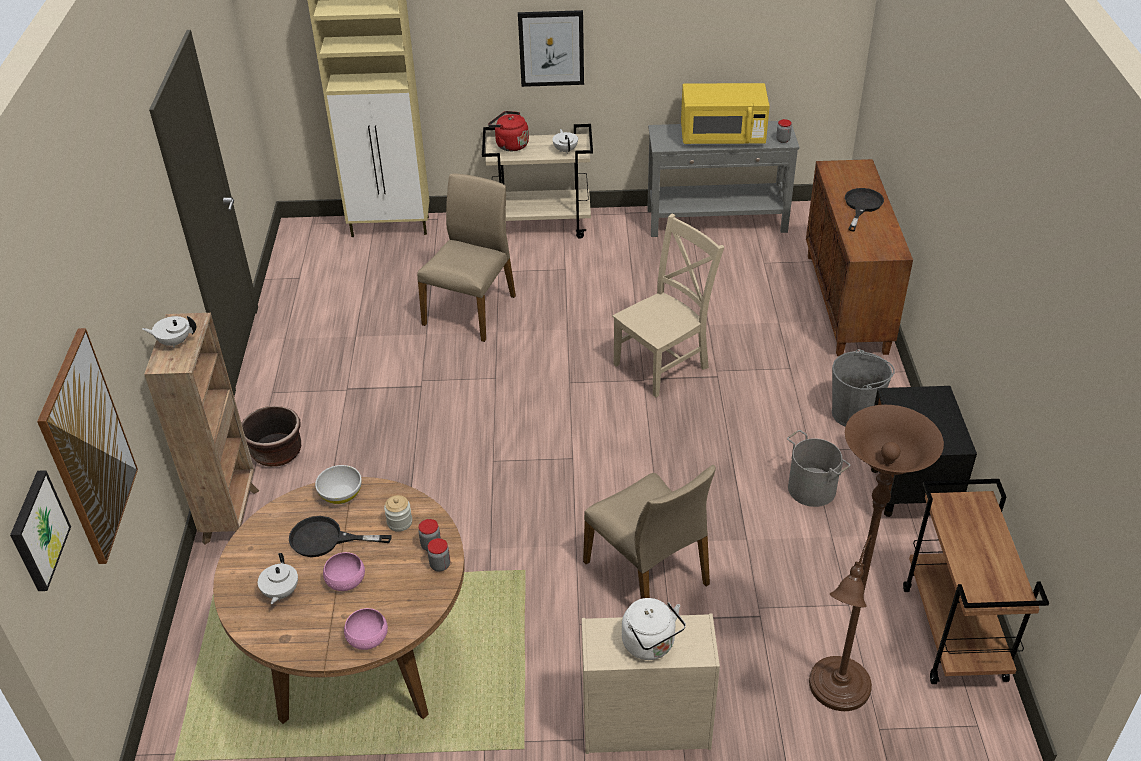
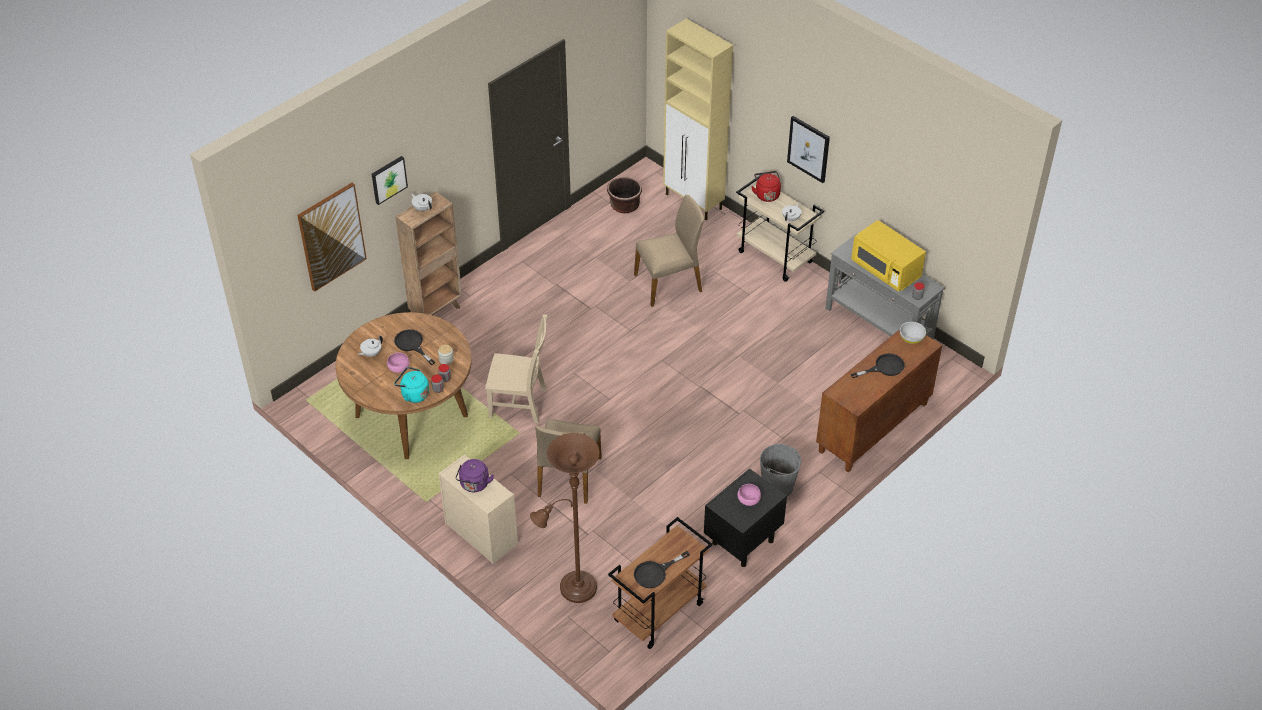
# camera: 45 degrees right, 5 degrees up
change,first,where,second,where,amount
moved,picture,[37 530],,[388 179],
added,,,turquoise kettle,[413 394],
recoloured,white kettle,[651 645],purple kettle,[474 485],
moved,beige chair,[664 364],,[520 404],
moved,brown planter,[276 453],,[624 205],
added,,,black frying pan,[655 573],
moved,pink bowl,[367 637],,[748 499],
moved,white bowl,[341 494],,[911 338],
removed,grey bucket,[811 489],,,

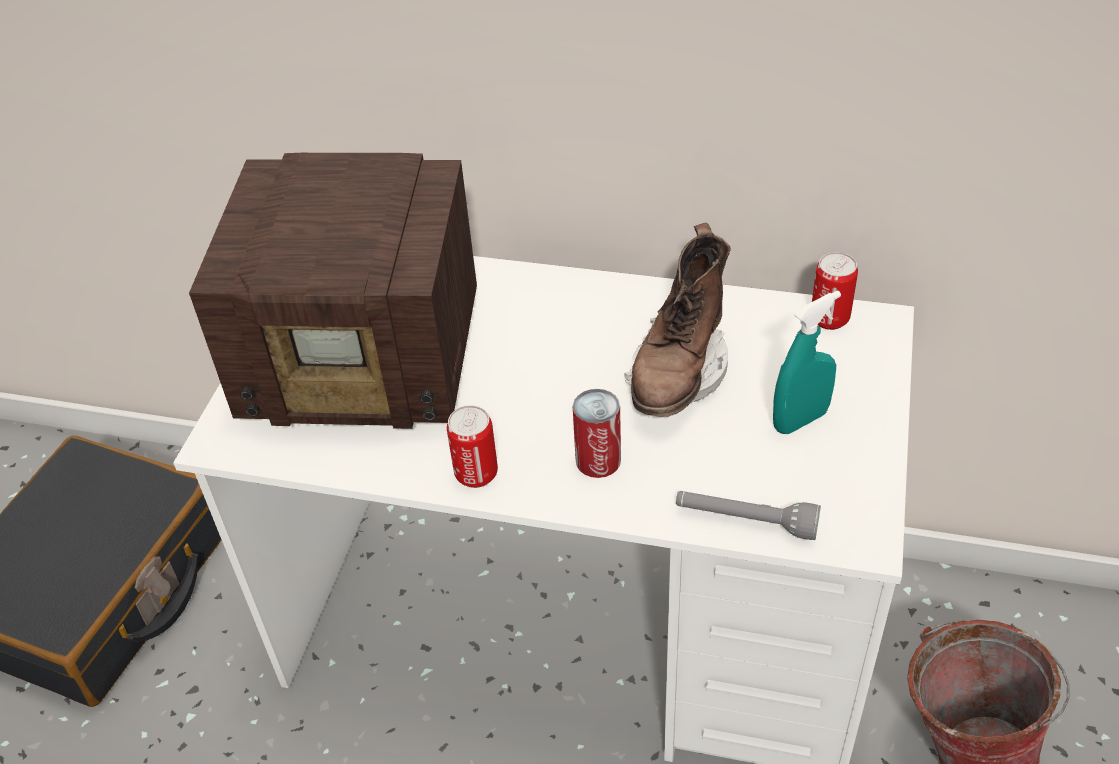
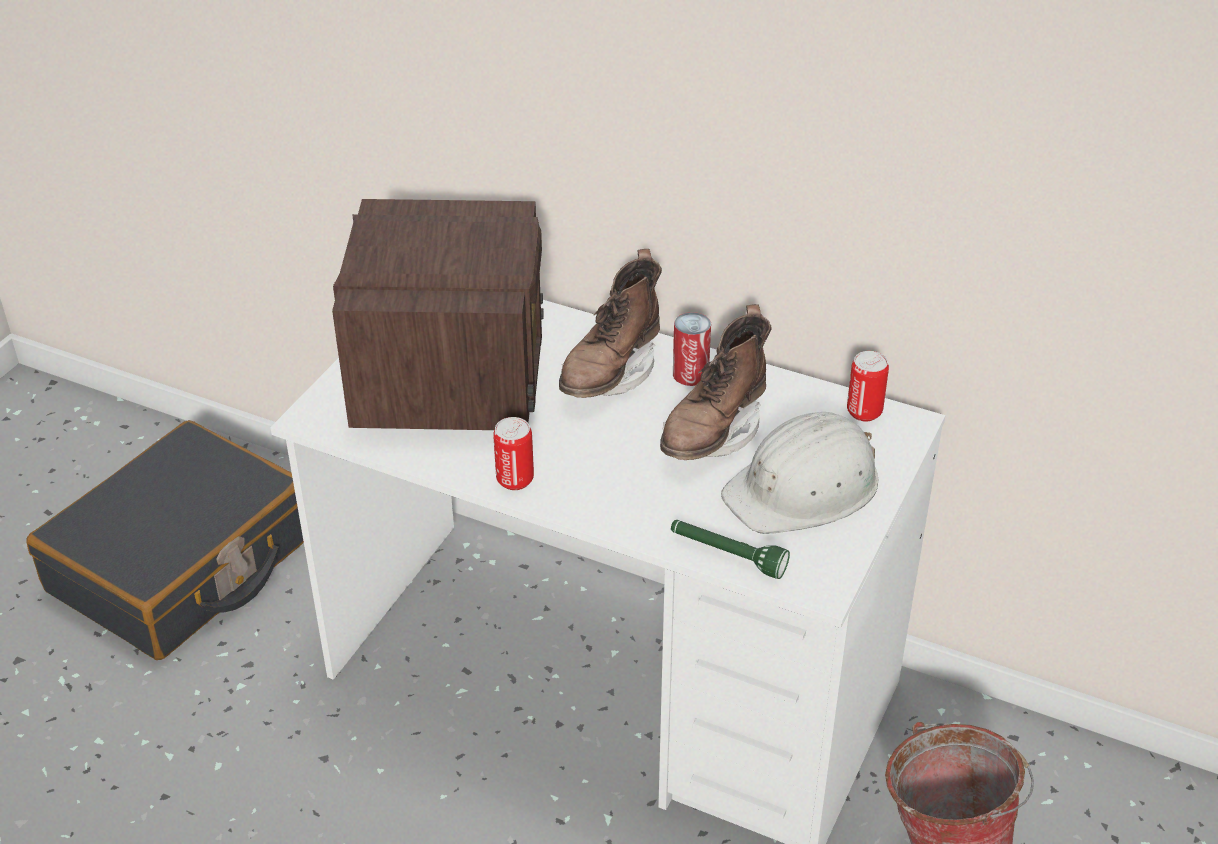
# camera: 10 degrees right, 5 degrees down
change,first,where,second,where,amount
turned,radio,[368 362],,[451 377],105 degrees counterclockwise
added,,,brown boot,[610 373],
recoloured,grey flashlight,[745 521],green flashlight,[727 555],
moved,can,[598 460],,[690 374],
replaced,turquoise spray bottle,[800 420],white hard hat,[804 488],

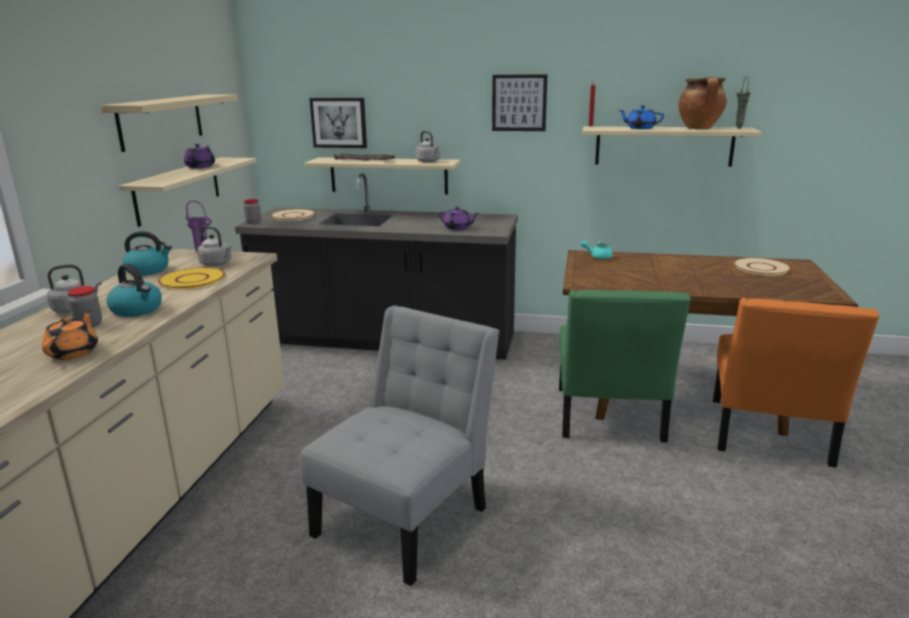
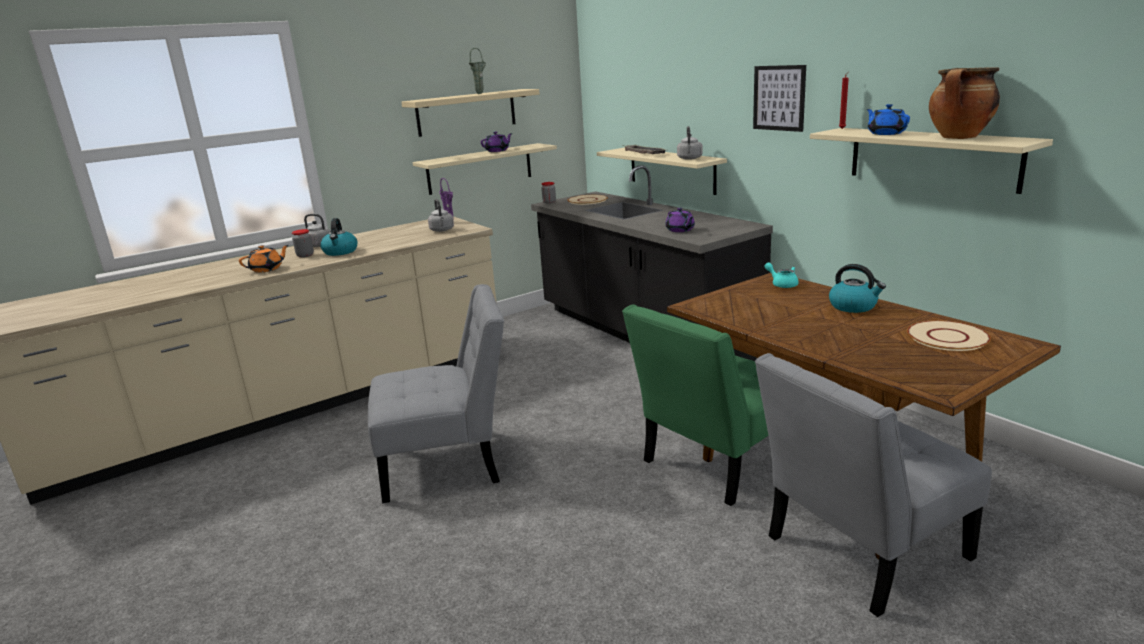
# camera: 45 degrees right, 0 degrees up
change,first,where,second,where,amount
moved,green vase,[738 128],,[480 93],
recoloured,orange chair,[769 436],grey chair,[859 552],
moved,kettle,[148 270],,[853 306],
removed,yellow plate,[192 279],,,
removed,picture,[339 122],,,

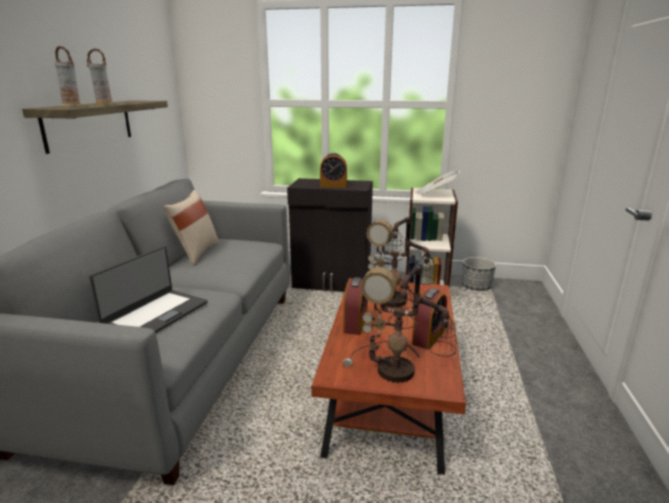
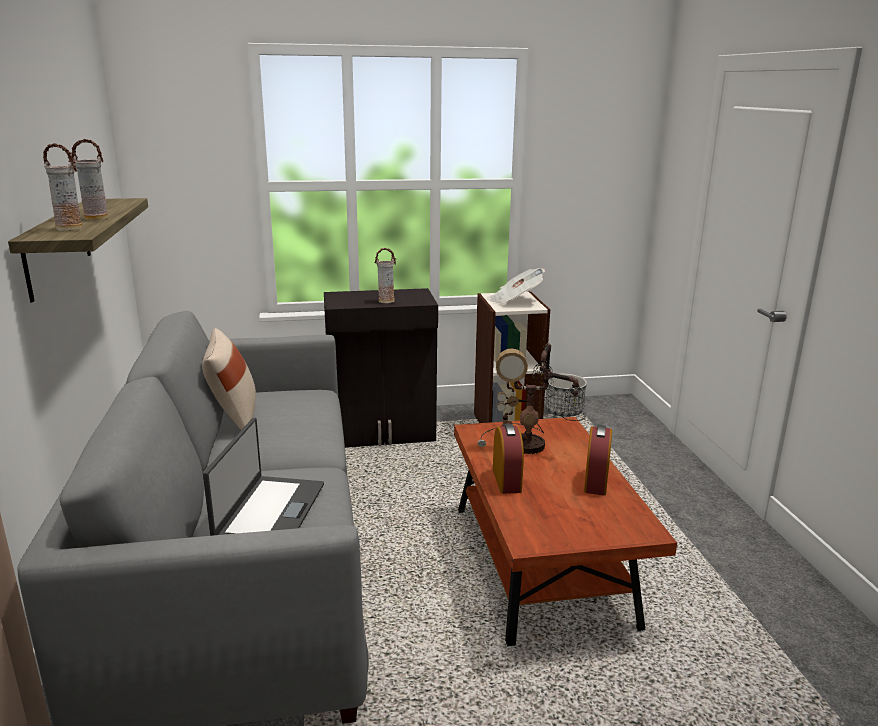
# camera: 20 degrees left, 0 degrees up
change,first,where,second,where,amount
replaced,alarm clock,[333 186],vase,[386 301],
removed,table lamp,[397 373],,,

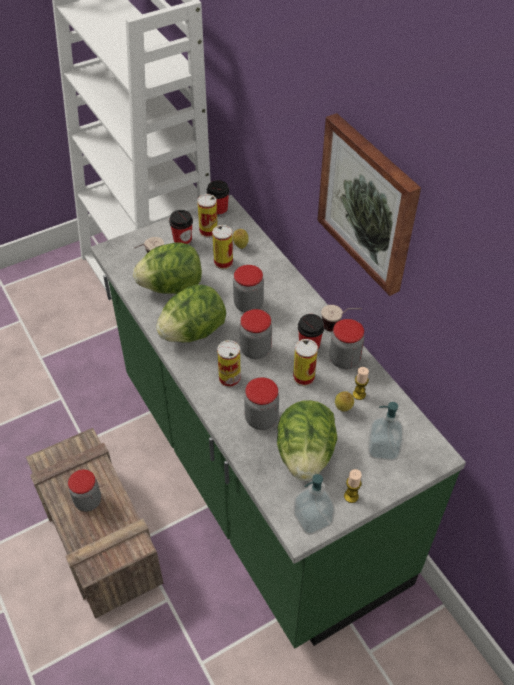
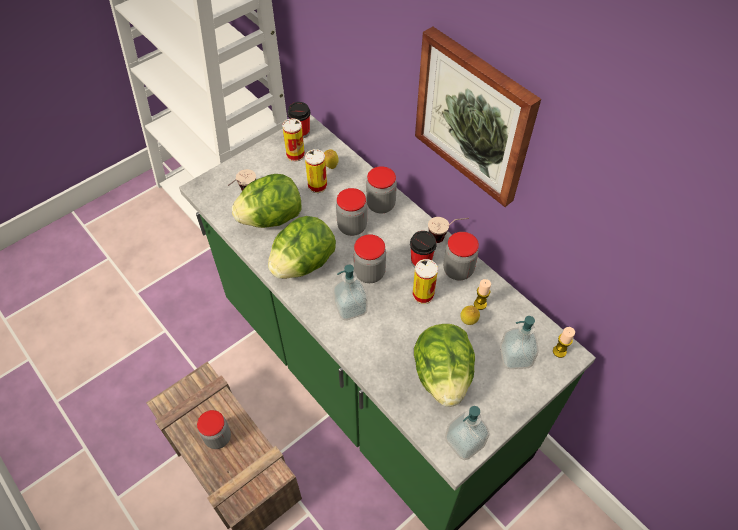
# camera: 10 degrees left, 5 degrees up
change,first,where,second,where,amount
replaced,can,[229 379],soap dispenser,[350 307],
moved,jar,[261 419],,[381 205],
moved,candle,[351 496],,[559 351],
removed,cup,[182 241],,,

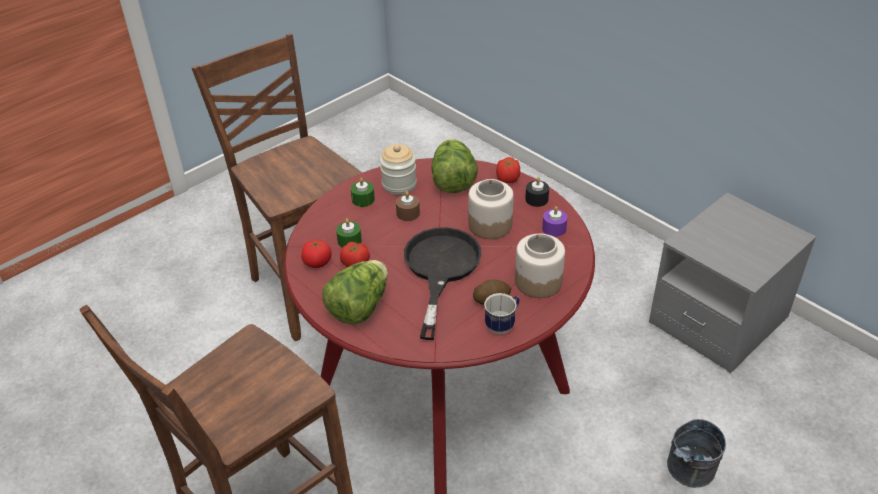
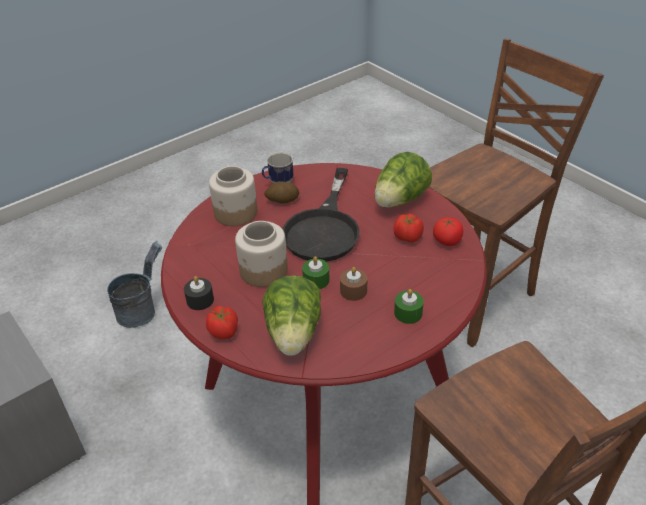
# camera: 175 degrees left, 0 degrees up
change,first,where,second,where,amount
moved,green candle,[349 241],,[316 280],
removed,jar,[399 184],,,
removed,purple candle,[554 228],,,

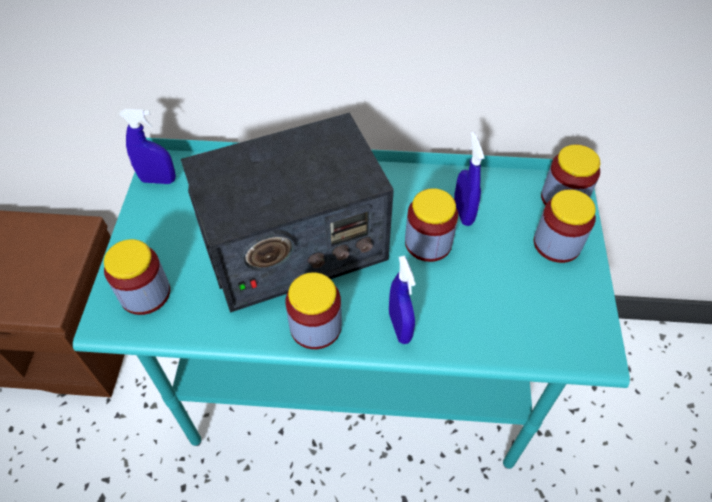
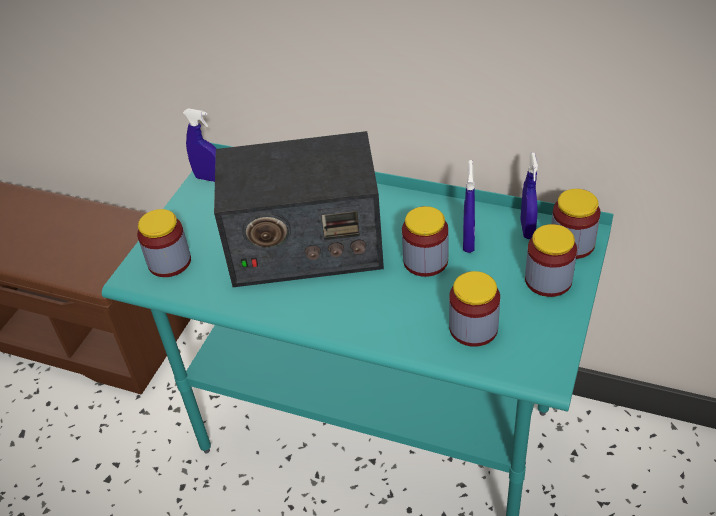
# camera: 20 degrees right, 10 degrees down
change,first,where,second,where,amount
moved,jar,[315 326],,[473 328],
moved,blue spray bottle,[399 327],,[527 229],

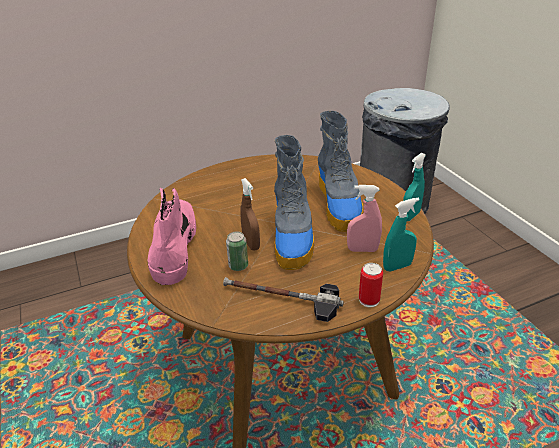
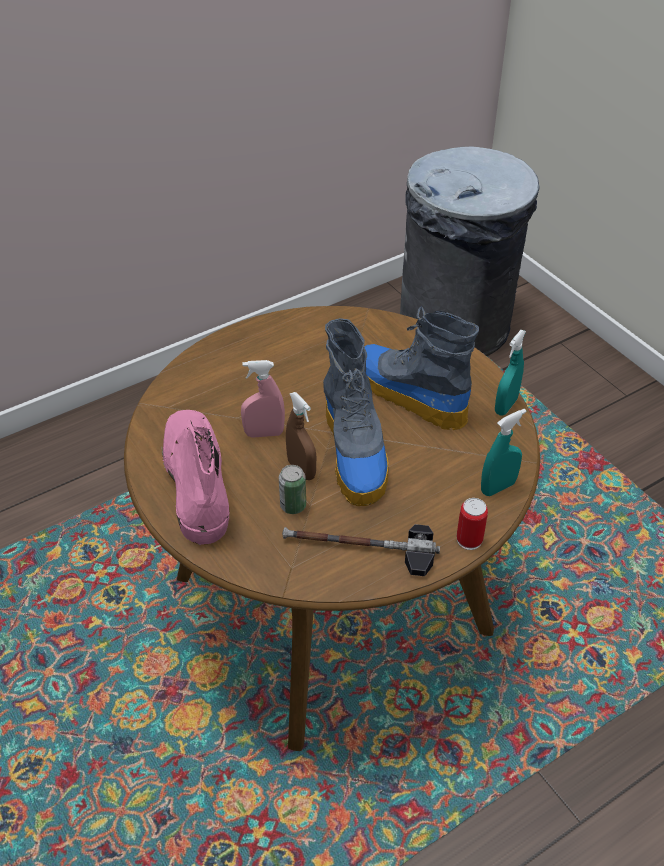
# camera: 10 degrees left, 10 degrees up
change,first,where,second,where,amount
moved,pink spray bottle,[362 250],,[264 433],
turned,boot,[339 205],,[408 394],150 degrees clockwise

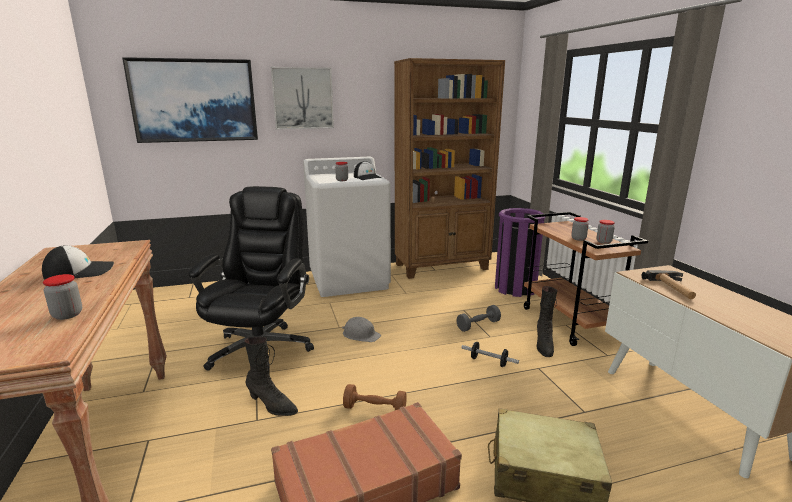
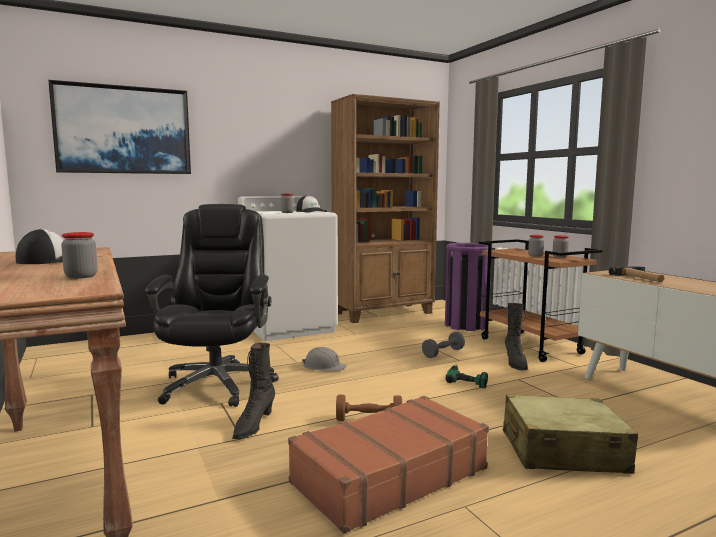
# camera: 10 degrees left, 10 degrees down
change,first,where,second,where,amount
turned,black boot,[272 405],,[253 426],90 degrees clockwise
replaced,dumbbell,[488 362],power drill,[467 378],
removed,picture,[303 98],,,

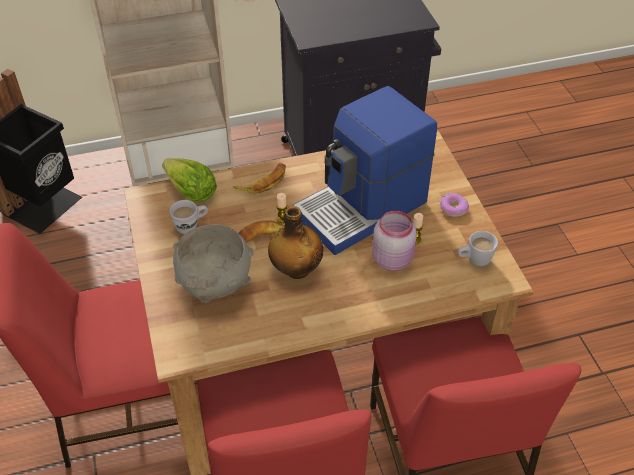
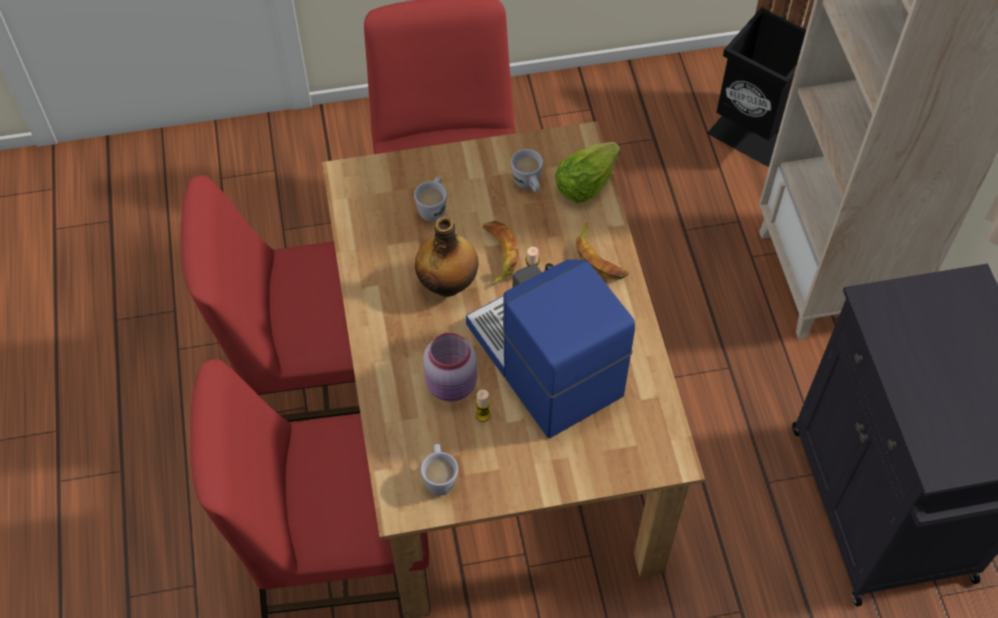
# camera: 95 degrees right, 10 degrees up
change,first,where,second,where,amount
replaced,grey bowl,[215 286],white mug,[433 208],
removed,donut,[453 208],,,

